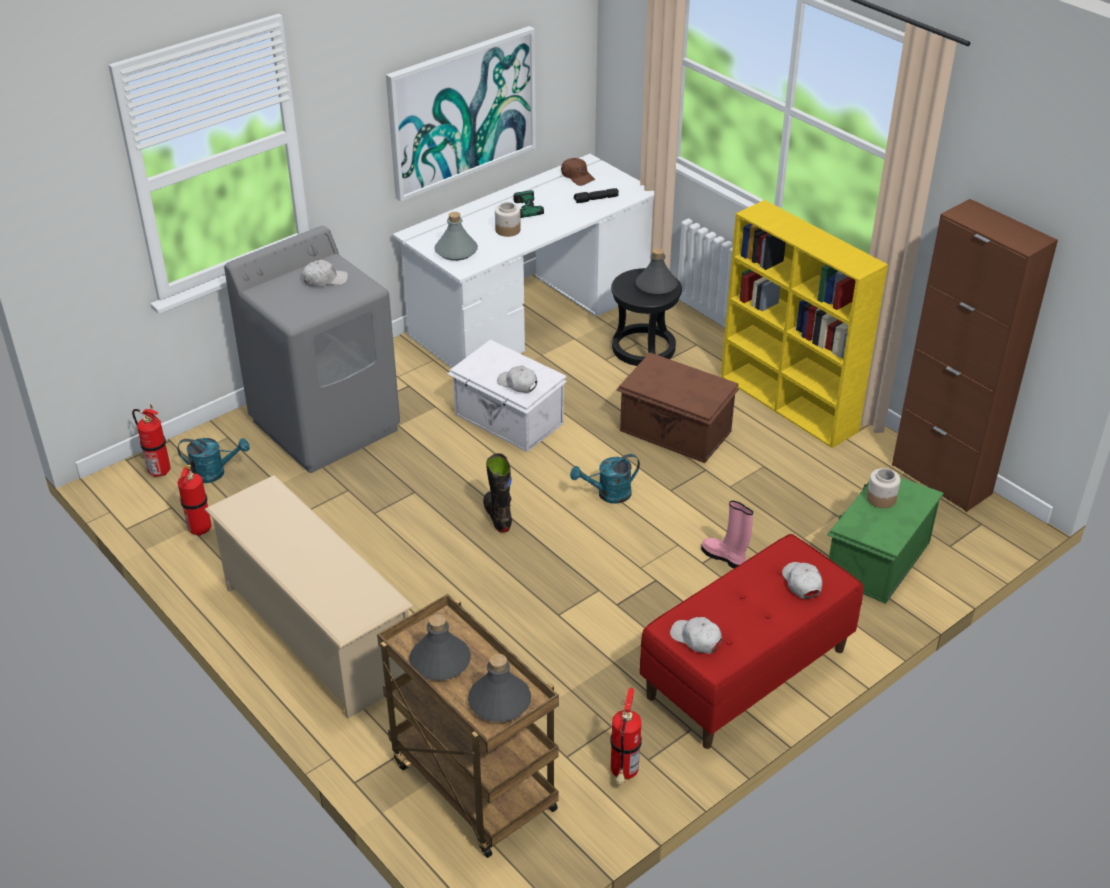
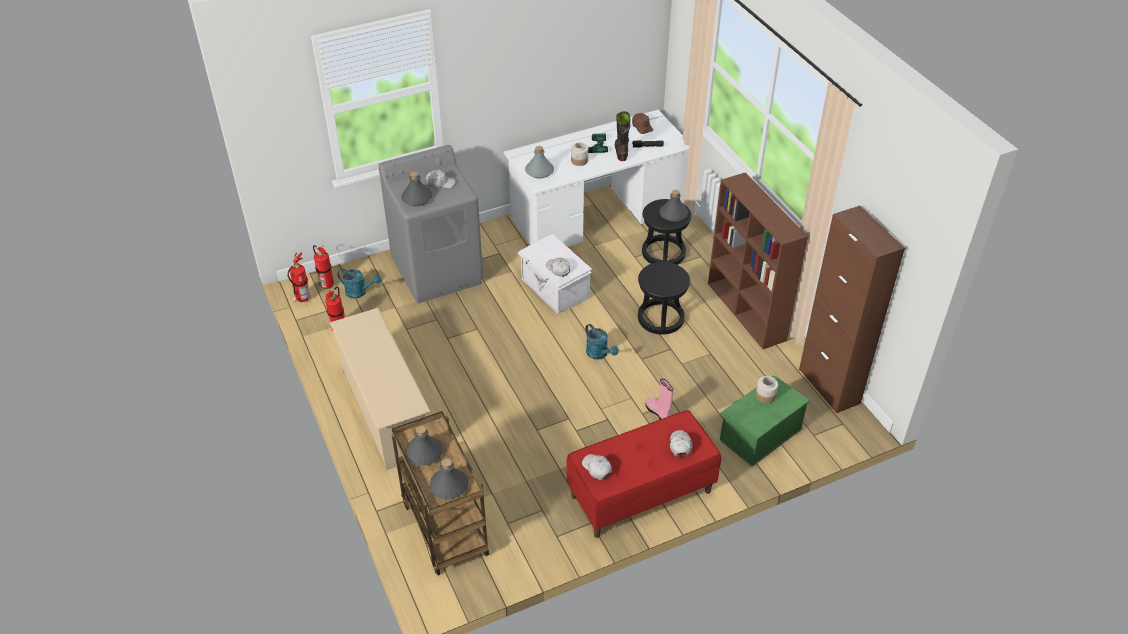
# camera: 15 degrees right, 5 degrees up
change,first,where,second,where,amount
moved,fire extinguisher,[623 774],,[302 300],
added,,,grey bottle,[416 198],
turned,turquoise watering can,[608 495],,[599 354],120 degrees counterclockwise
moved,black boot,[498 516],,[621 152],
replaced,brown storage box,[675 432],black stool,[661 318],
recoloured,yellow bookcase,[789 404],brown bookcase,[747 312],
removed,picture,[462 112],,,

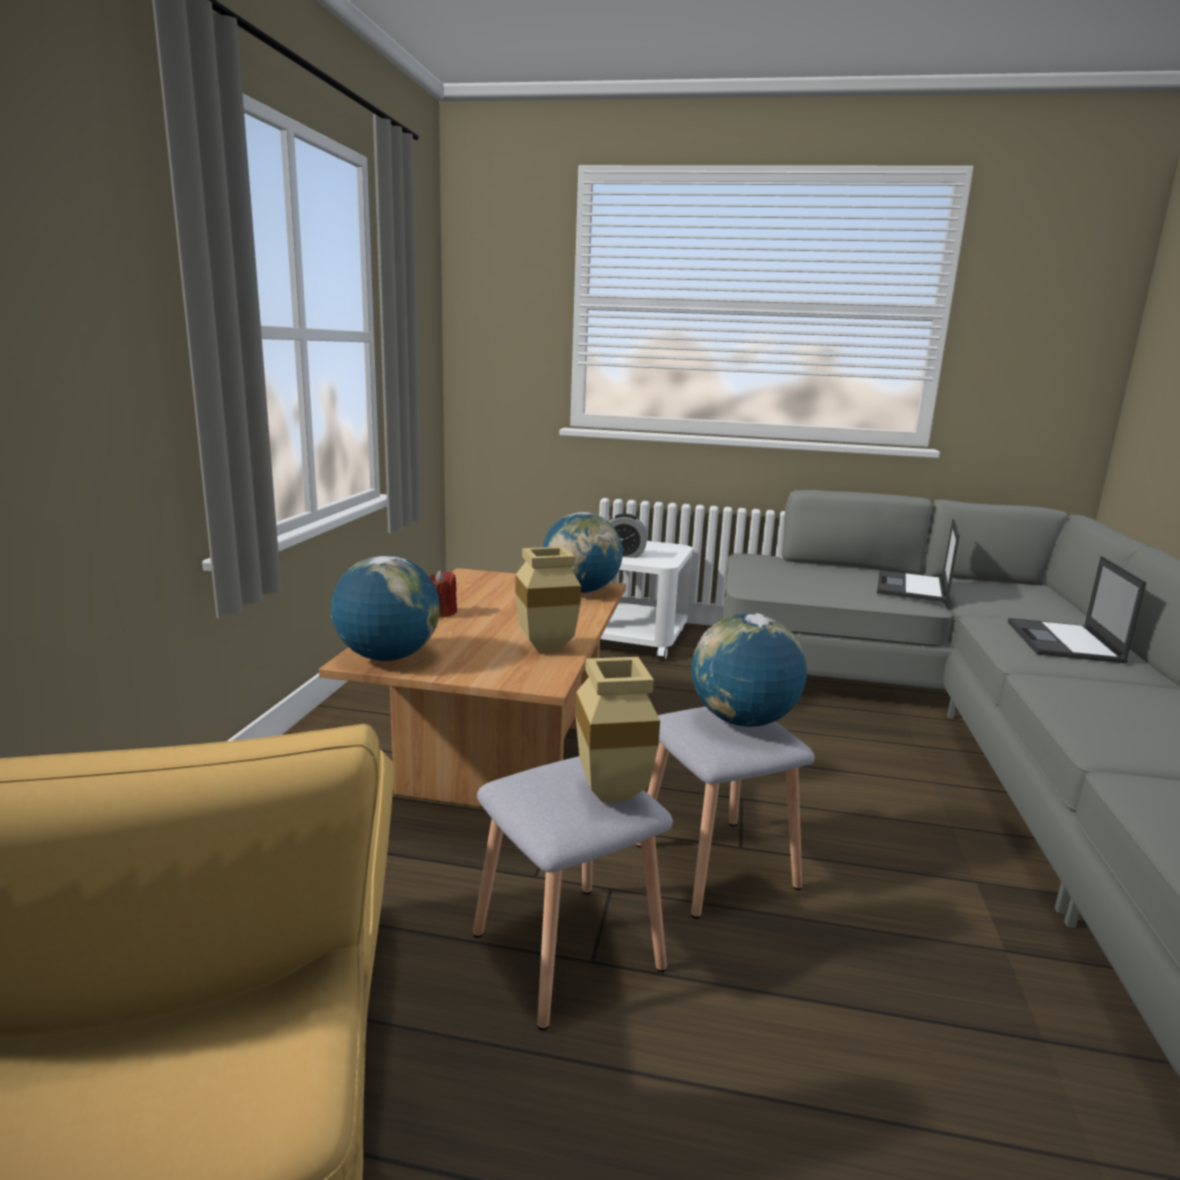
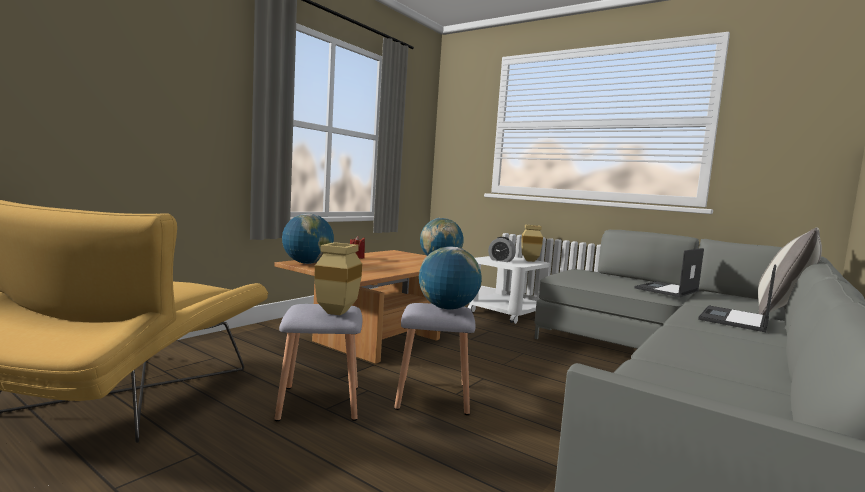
# camera: 25 degrees right, 10 degrees down
change,first,where,second,where,amount
moved,beige vase,[543 649],,[528 261],
added,,,pillow,[782 312],

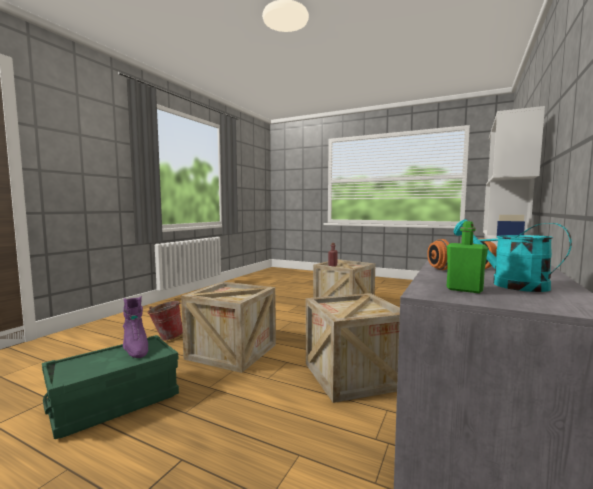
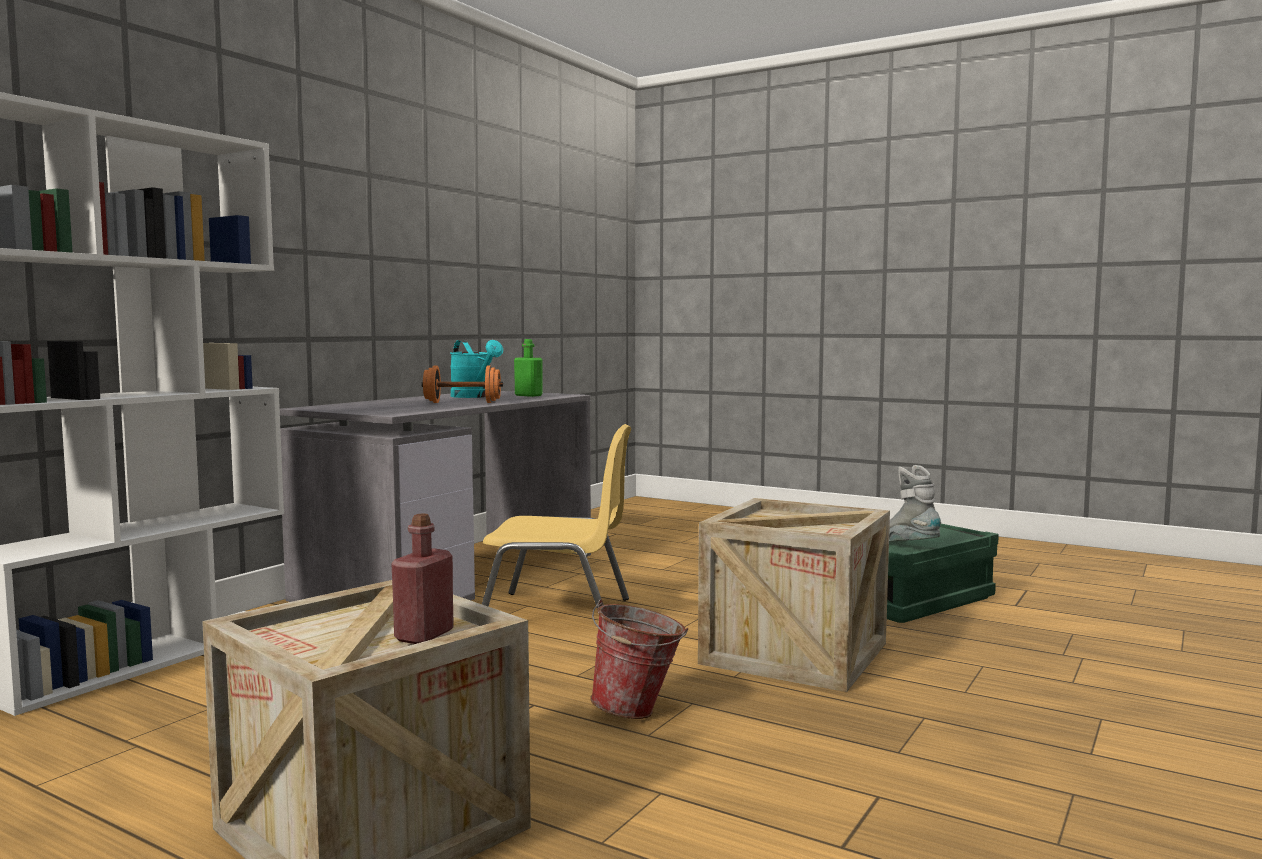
# camera: 175 degrees left, 0 degrees up
change,first,where,second,where,amount
replaced,crate,[353 375],yellow chair,[559 614],
moved,bucket,[166 337],,[639 712],
recoloured,purple boot,[135 349],grey boot,[906 546],

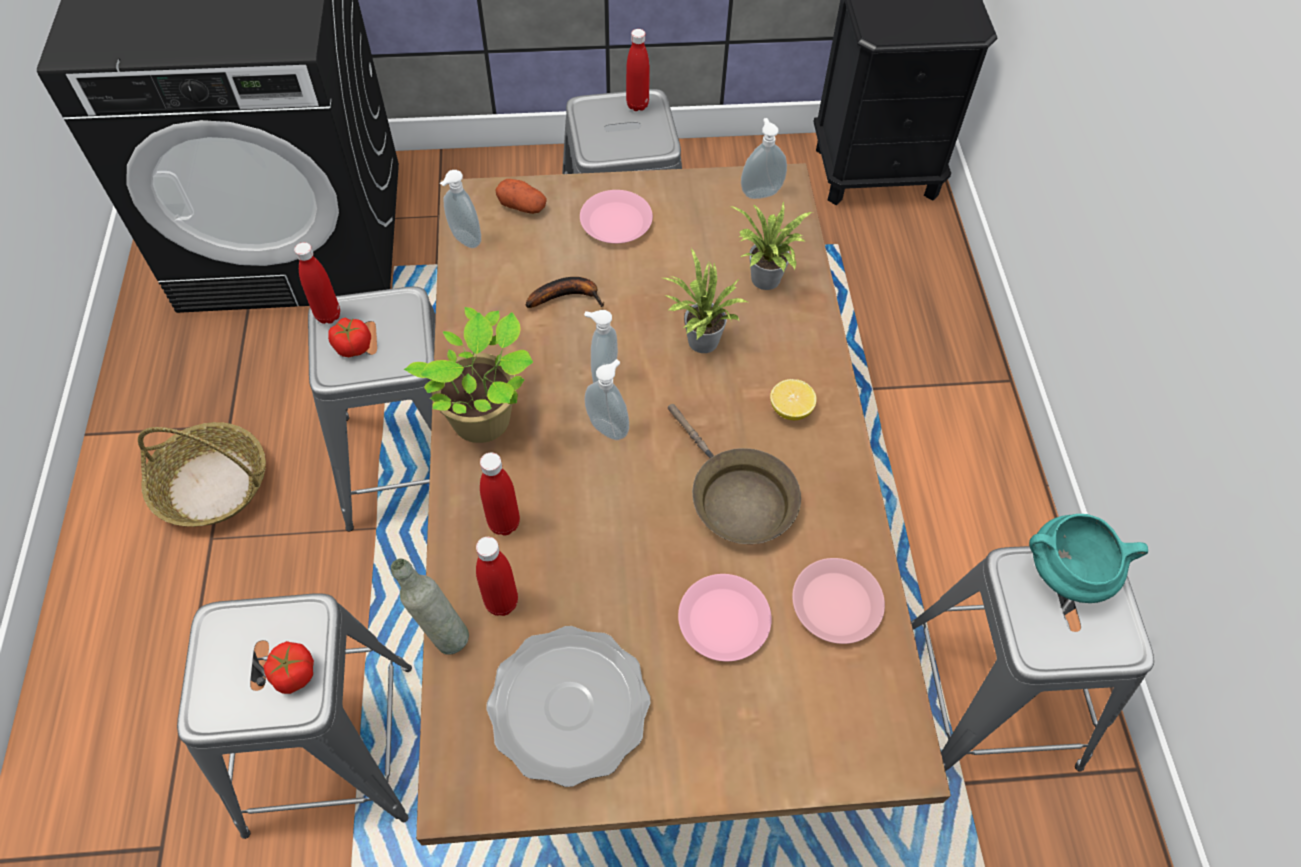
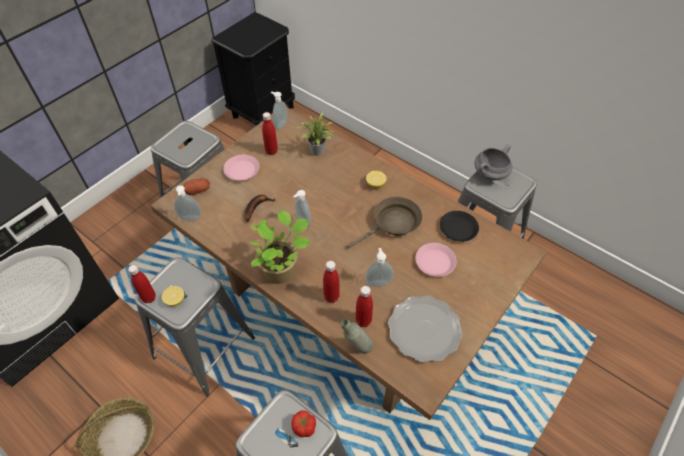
# camera: 45 degrees left, 5 degrees down
change,first,where,second,where,amount
replaced,tomato,[353 347],lemon,[175 300],
moved,red bottle,[637 105],,[271 151],
turned,brown frying pan,[737 498],,[393 223],45 degrees counterclockwise
moved,soap dispenser,[609 427],,[378 282],
recoloured,pink plate,[836 604],black plate,[458 228],
recoloured,turquoise cooking pot,[1066 573],grey cooking pot,[490 175],
removed,potted plant,[699 342],,,

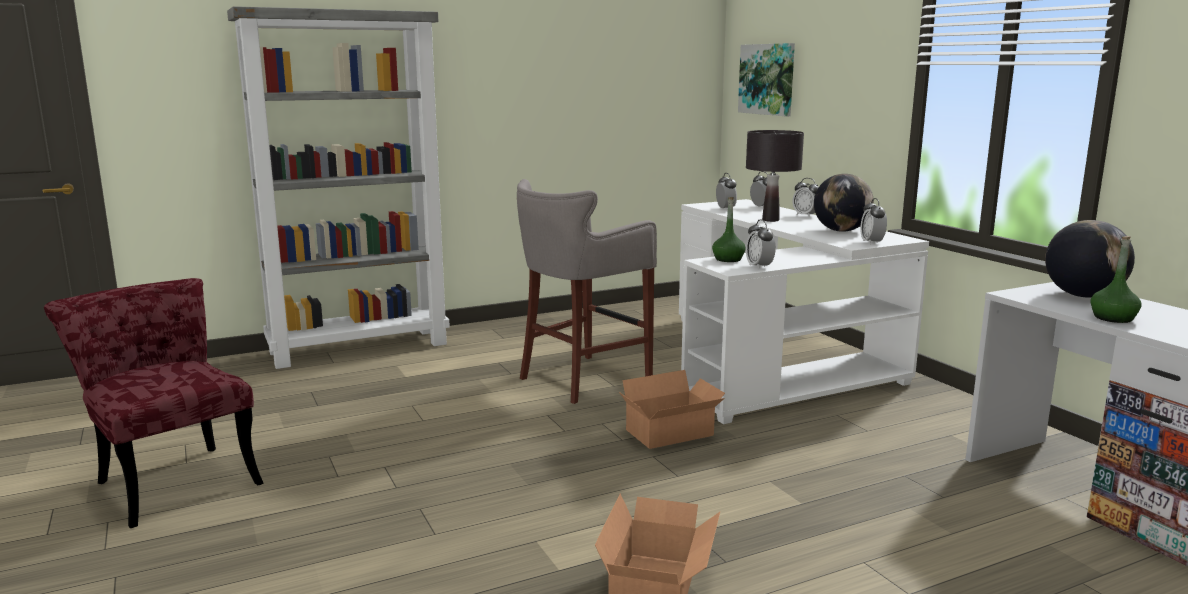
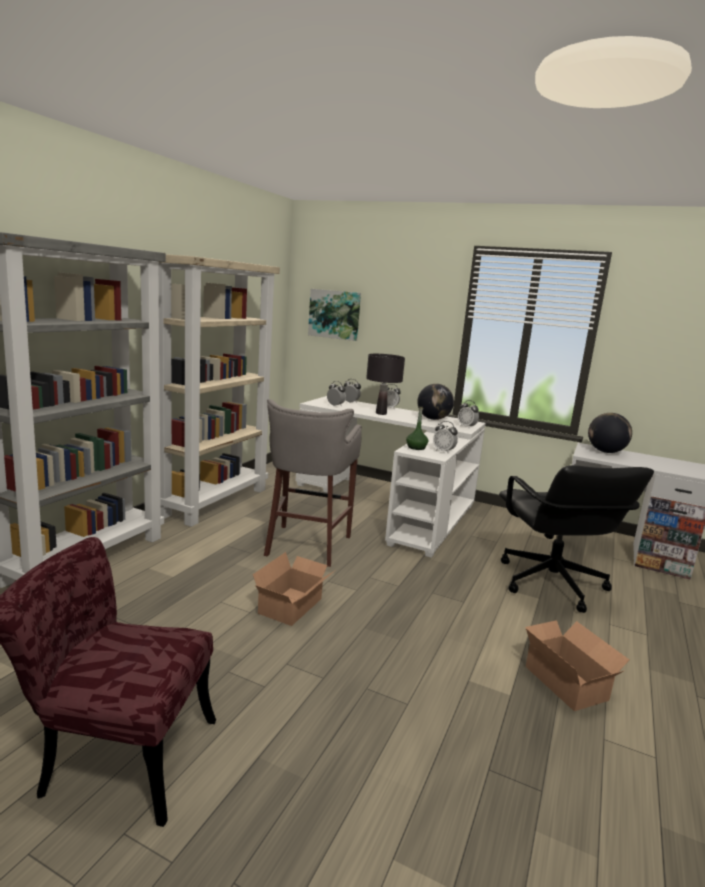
# camera: 40 degrees left, 0 degrees up
change,first,where,second,where,amount
added,,,beige bookcase,[215 501],
moved,cardboard box,[673 433],,[293 606],
added,,,black office chair,[551 584],
removed,green bottle,[1112 318],,,

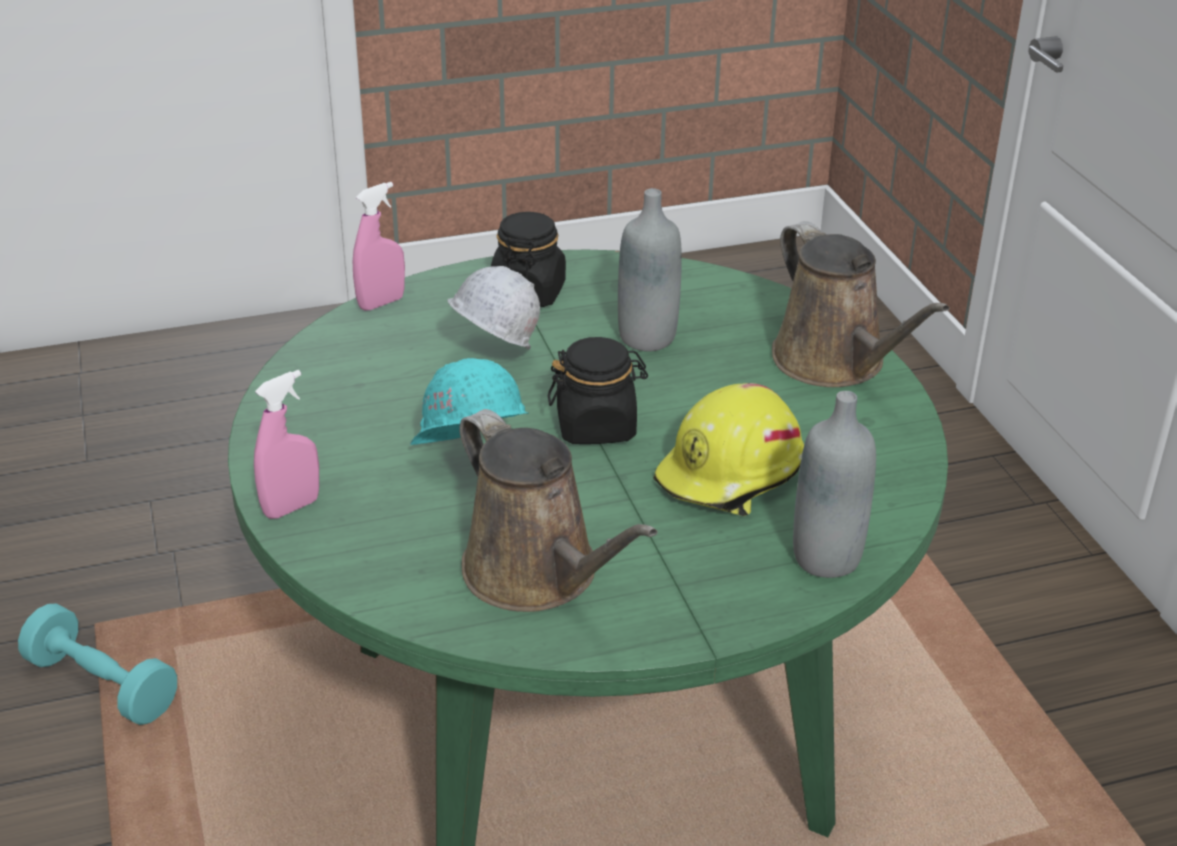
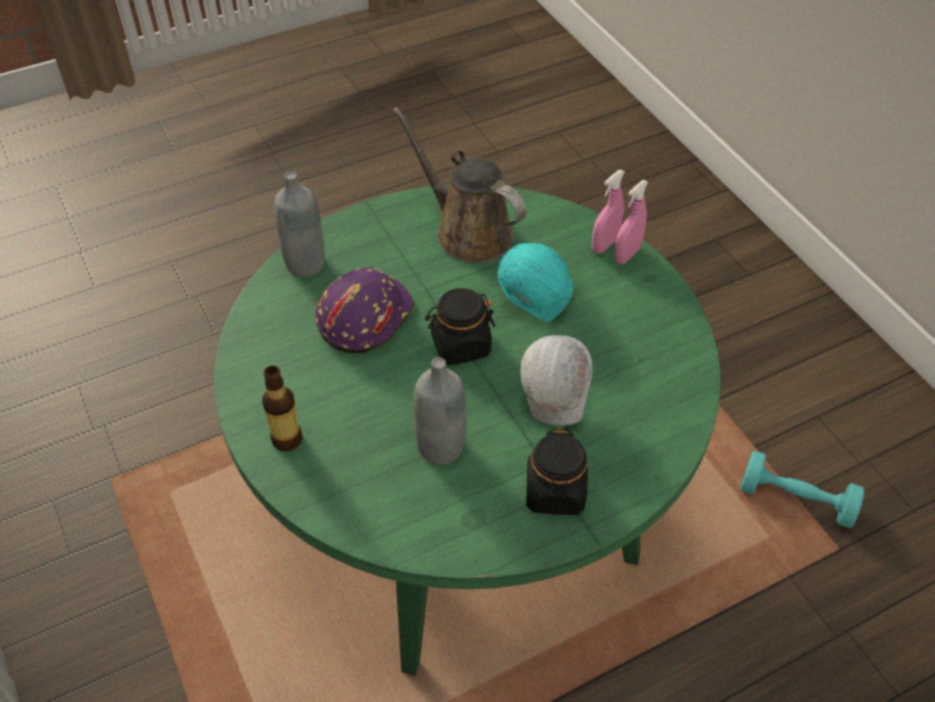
# camera: 170 degrees right, 15 degrees up
change,first,where,second,where,amount
replaced,brown watering can,[835 363],bottle,[287 440],
recoloured,yellow hard hat,[731 475],purple hard hat,[364 316],
moved,pink spray bottle,[381 303],,[605 245],

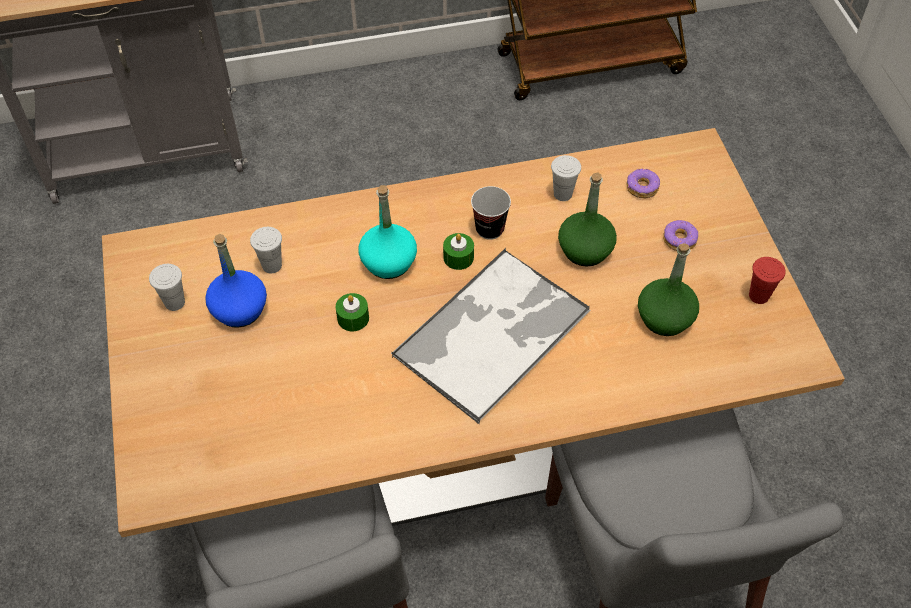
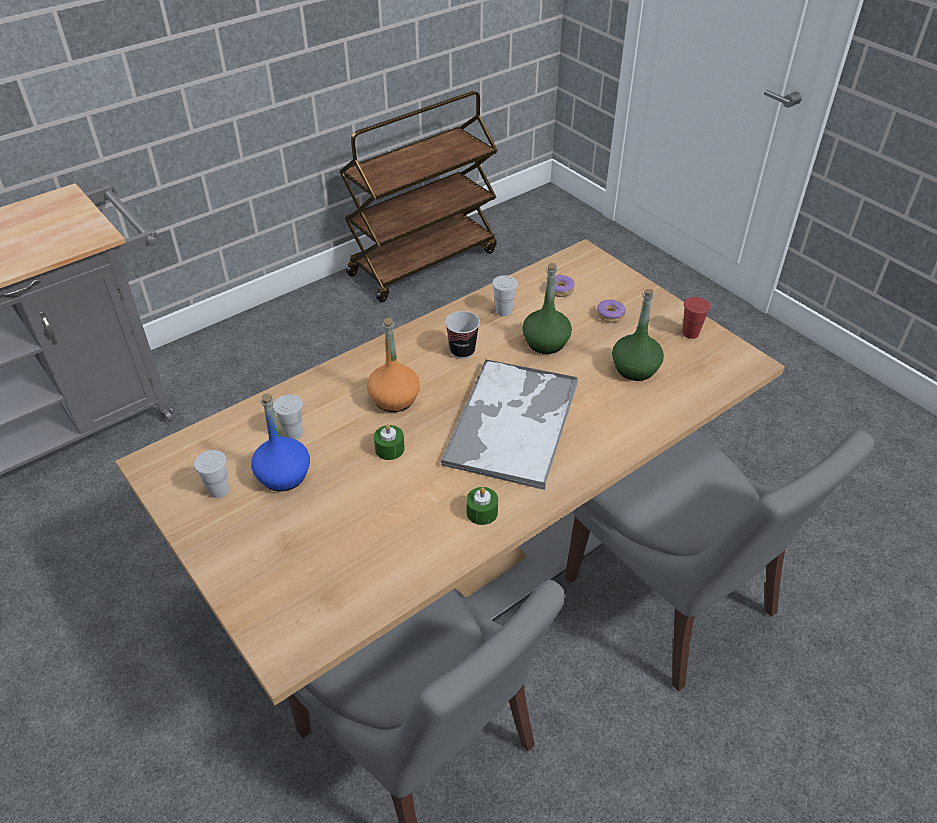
# camera: 25 degrees left, 10 degrees down
change,first,where,second,where,amount
recoloured,turquoise bottle,[389 262],orange bottle,[394 399],
moved,green candle,[458 257],,[482 512],

